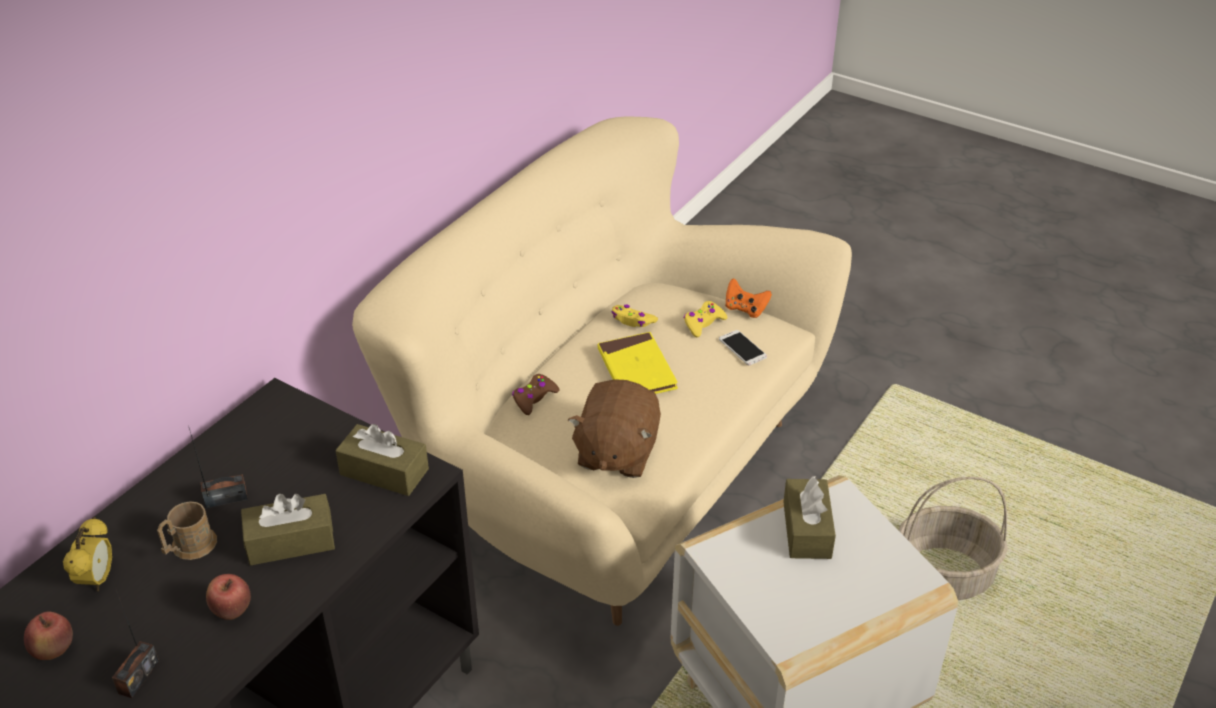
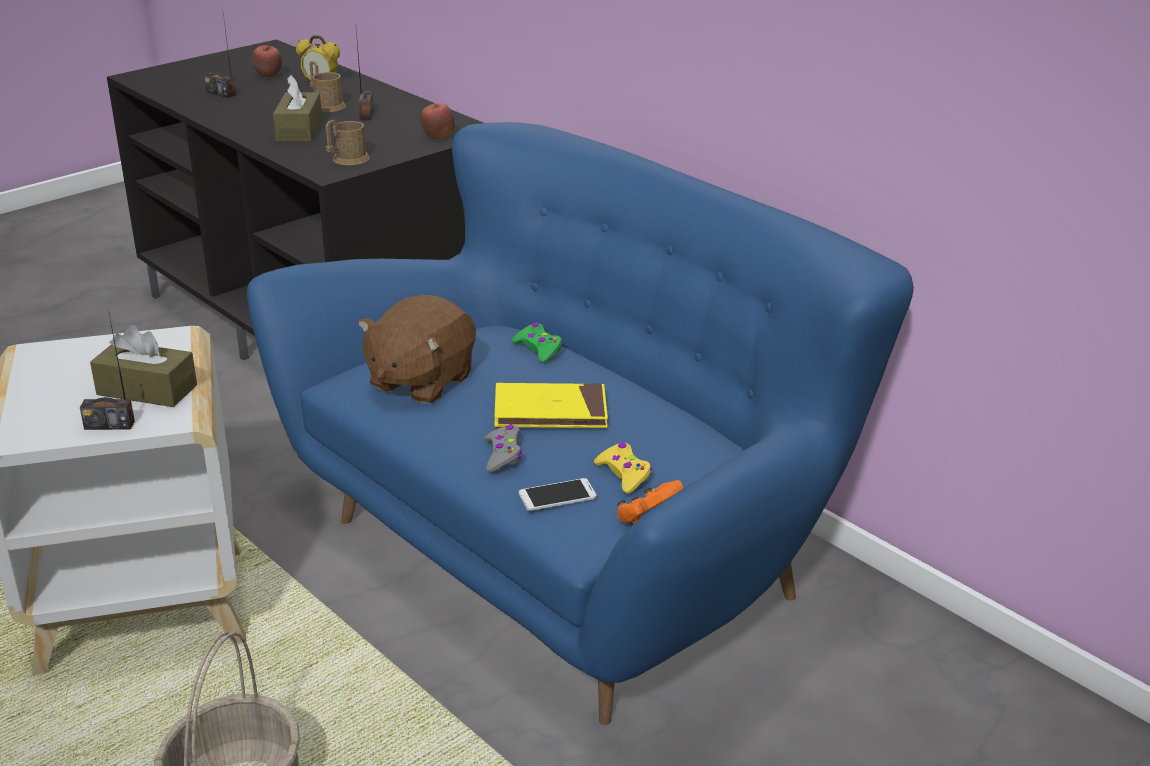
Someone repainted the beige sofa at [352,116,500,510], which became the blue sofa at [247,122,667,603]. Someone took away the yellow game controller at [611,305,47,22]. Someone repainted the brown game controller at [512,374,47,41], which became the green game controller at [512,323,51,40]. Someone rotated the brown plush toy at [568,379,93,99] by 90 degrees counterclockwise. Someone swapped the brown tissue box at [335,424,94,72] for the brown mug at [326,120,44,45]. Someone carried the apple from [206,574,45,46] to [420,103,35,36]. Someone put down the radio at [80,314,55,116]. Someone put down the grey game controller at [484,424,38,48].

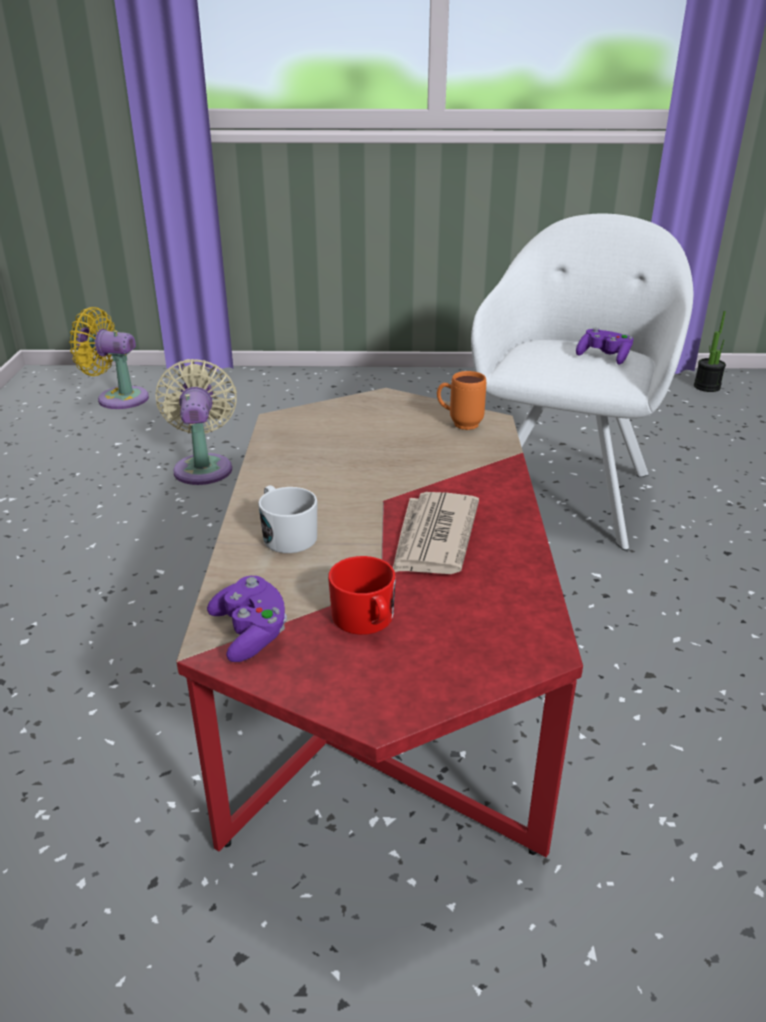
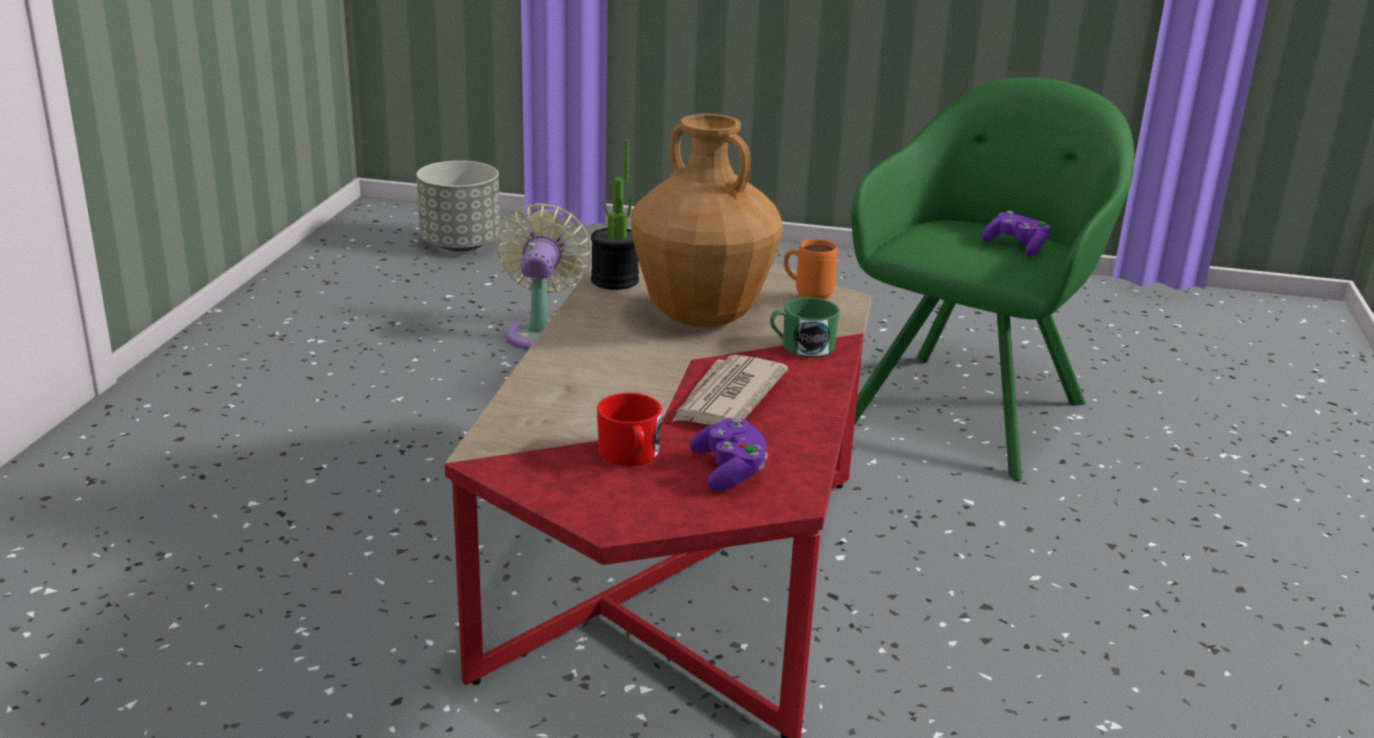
Someone repainted the white armchair at [471,214,222,336], which became the green armchair at [851,77,283,404]. Someone swapped the yellow fan at [69,307,80,102] for the grey planter at [416,161,84,91]. Someone carried the potted plant from [694,311,32,81] to [591,140,48,150]. Someone took away the white mug at [258,485,59,68]. Someone carried the purple game controller from [207,576,80,86] to [690,417,78,74]. Someone put down the brown vase at [631,114,152,213]. Someone put down the green mug at [770,298,70,60].

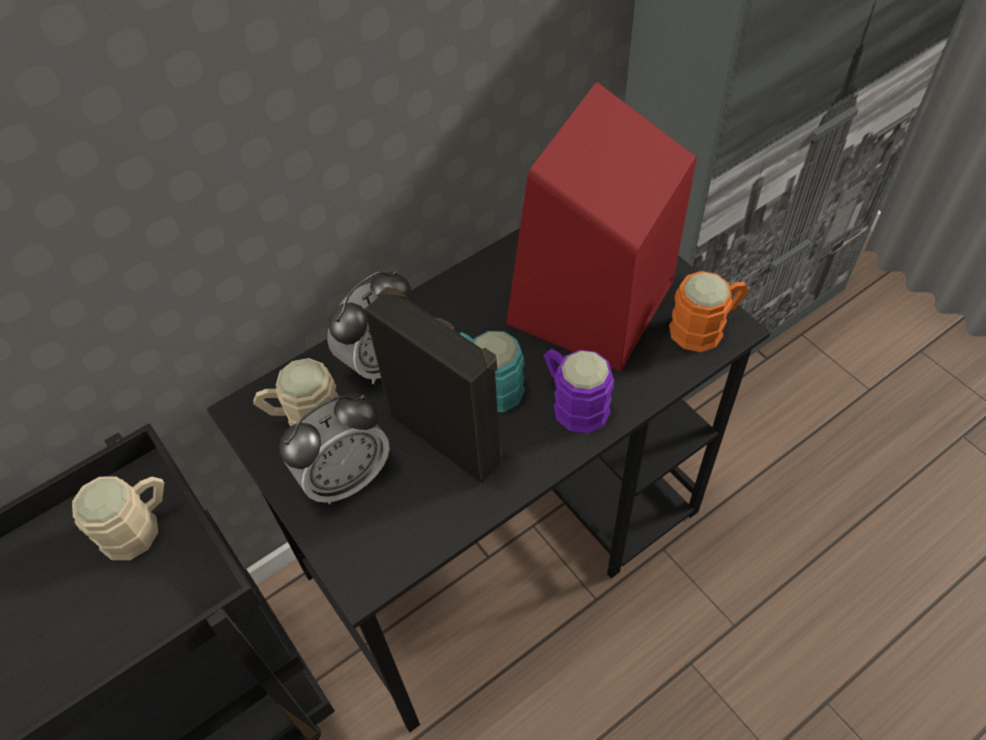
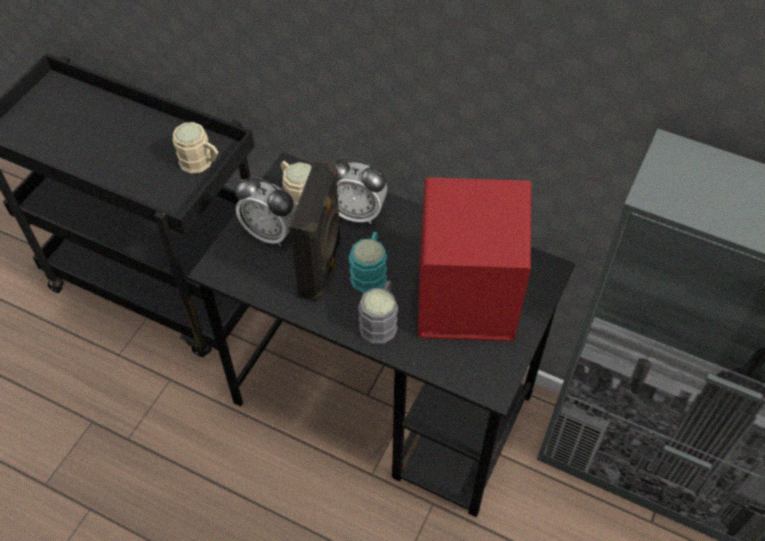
Someone took away the orange mug at [669,271,80,81]. Someone repainted the purple mug at [544,348,70,85], which became the grey mug at [358,281,40,63].

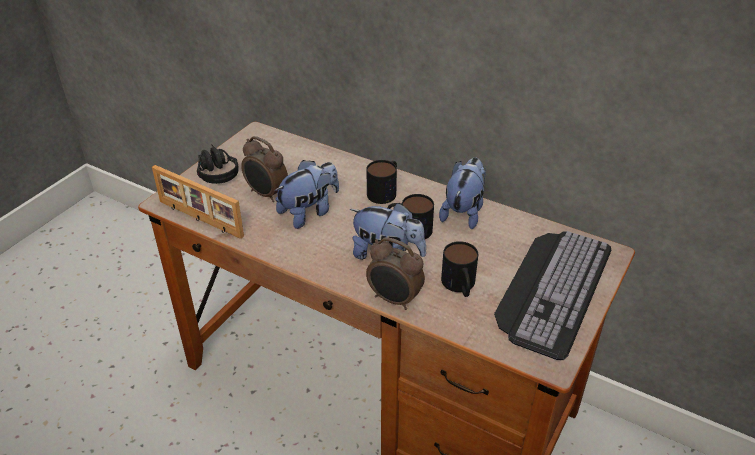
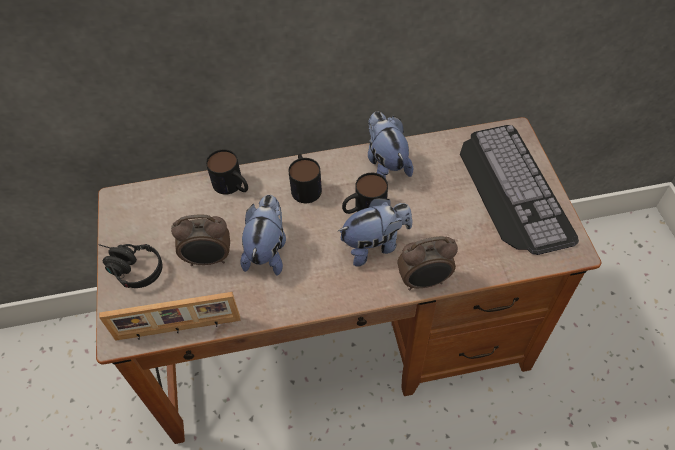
Someone carried the mug from [441,241,37,56] to [206,149,42,45].

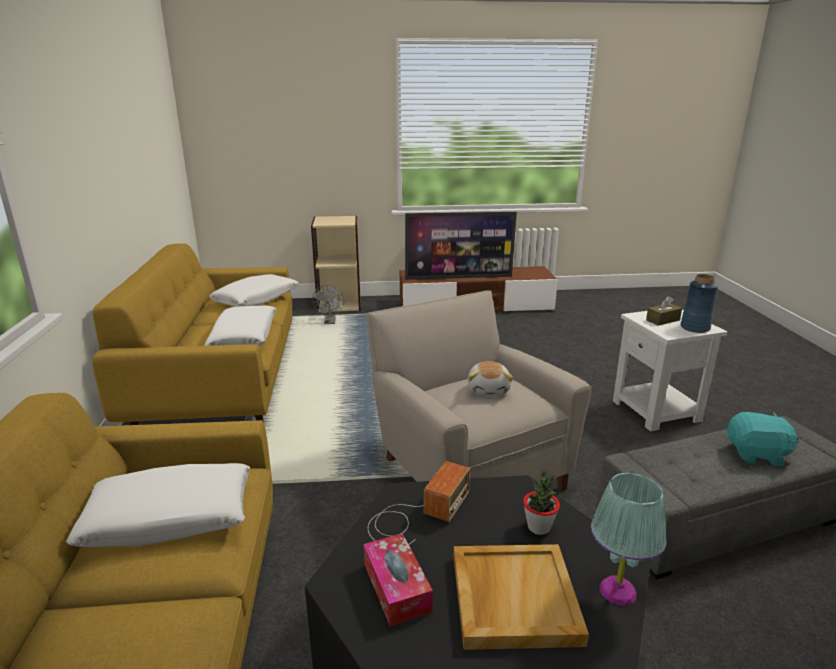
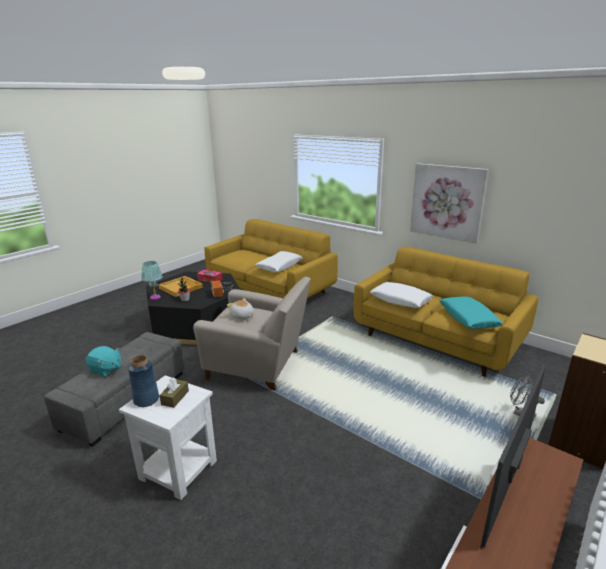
Someone repainted the white pillow at [209,274,90,33], which became the turquoise pillow at [440,297,63,32]. Someone rotated the turquoise plush toy at [727,412,72,54] by 120 degrees counterclockwise. Someone put up the picture at [410,163,79,81].

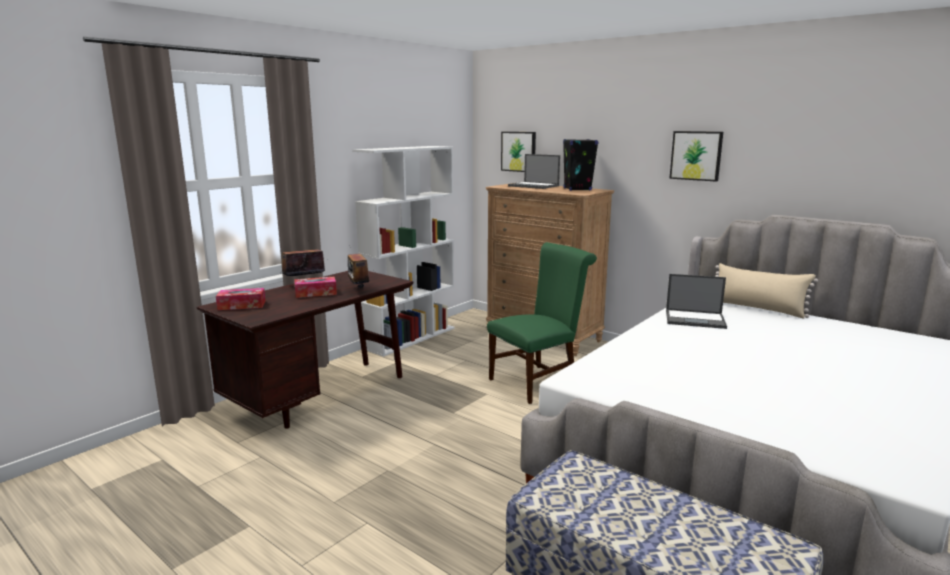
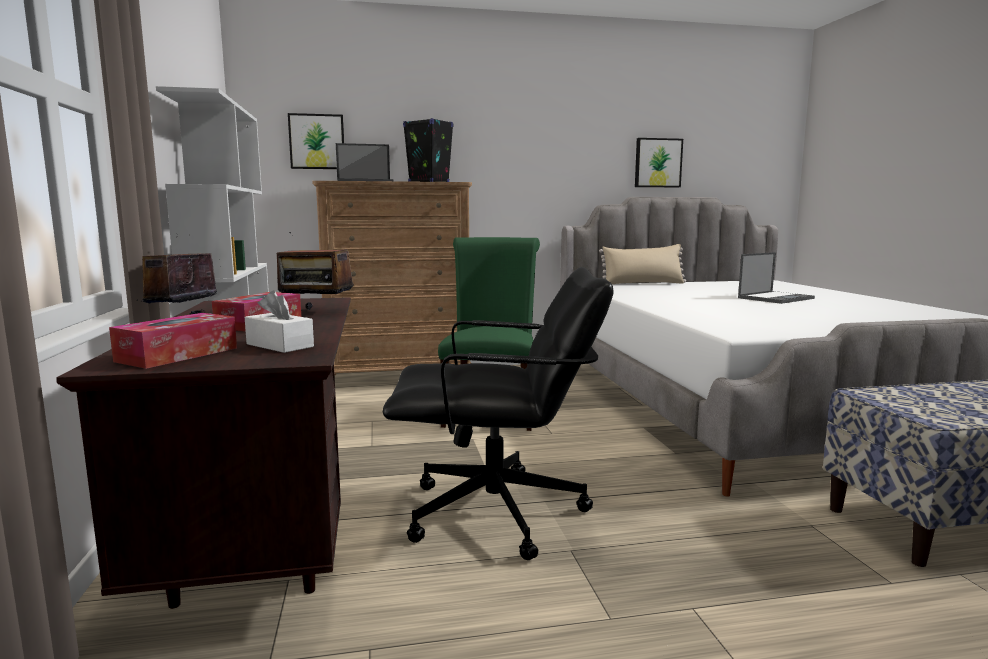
Someone carried the picture from [669,131,54,51] to [635,138,48,49]. Someone carried the laptop from [666,274,61,55] to [738,252,77,52]. Someone put down the black office chair at [383,267,231,293]. Someone put down the white tissue box at [245,290,69,63].

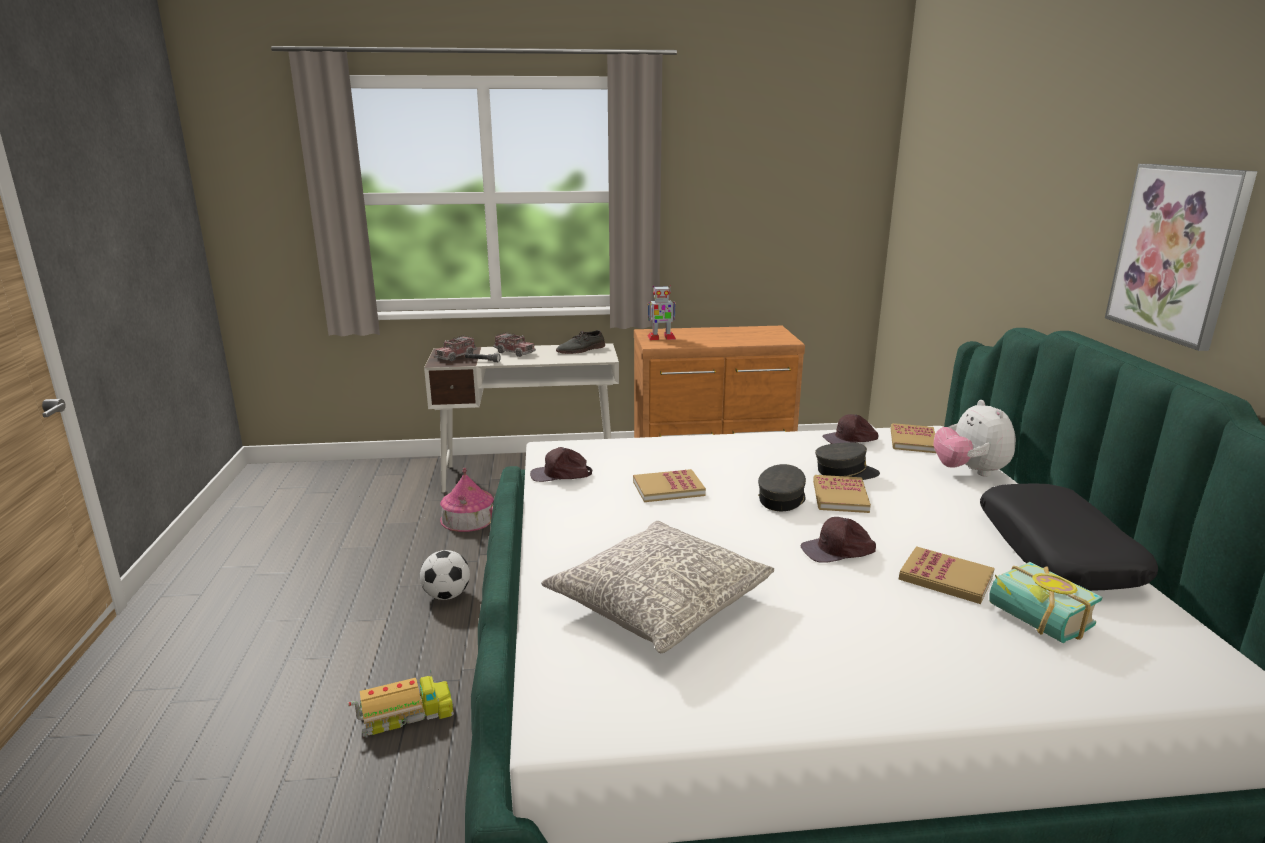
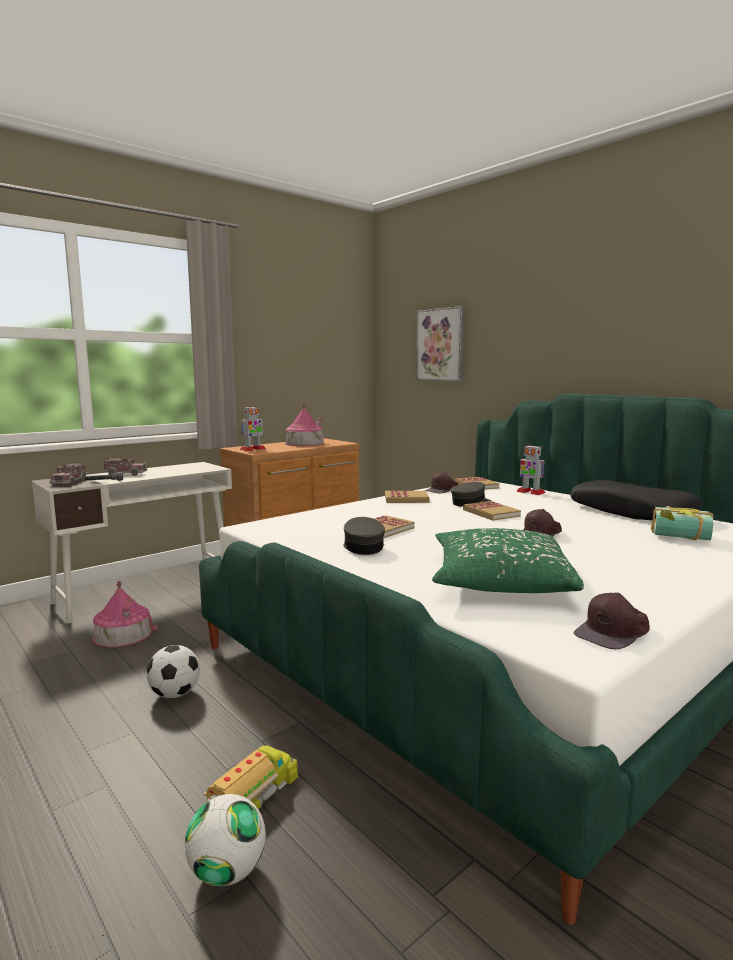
Someone carried the picture from [1105,164,152,187] to [416,306,49,75]. Someone took away the grey shoe at [556,330,49,24]. Someone swapped the plush toy at [934,400,82,77] for the toy robot at [516,444,29,51]. Someone carried the brown cap from [530,447,62,35] to [574,593,76,56]. Someone carried the grey cap from [758,464,48,47] to [343,517,42,38]. Someone repainted the grey pillow at [541,521,233,132], which became the green pillow at [432,528,152,65]. Someone carried the book from [899,546,96,58] to [385,490,44,13]. Someone put down the toy house at [285,403,40,43]. Someone put down the football at [185,794,81,92].

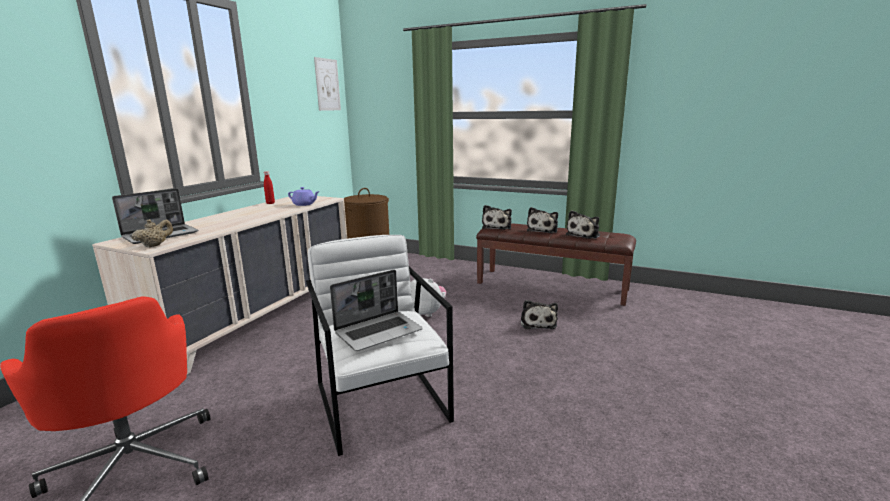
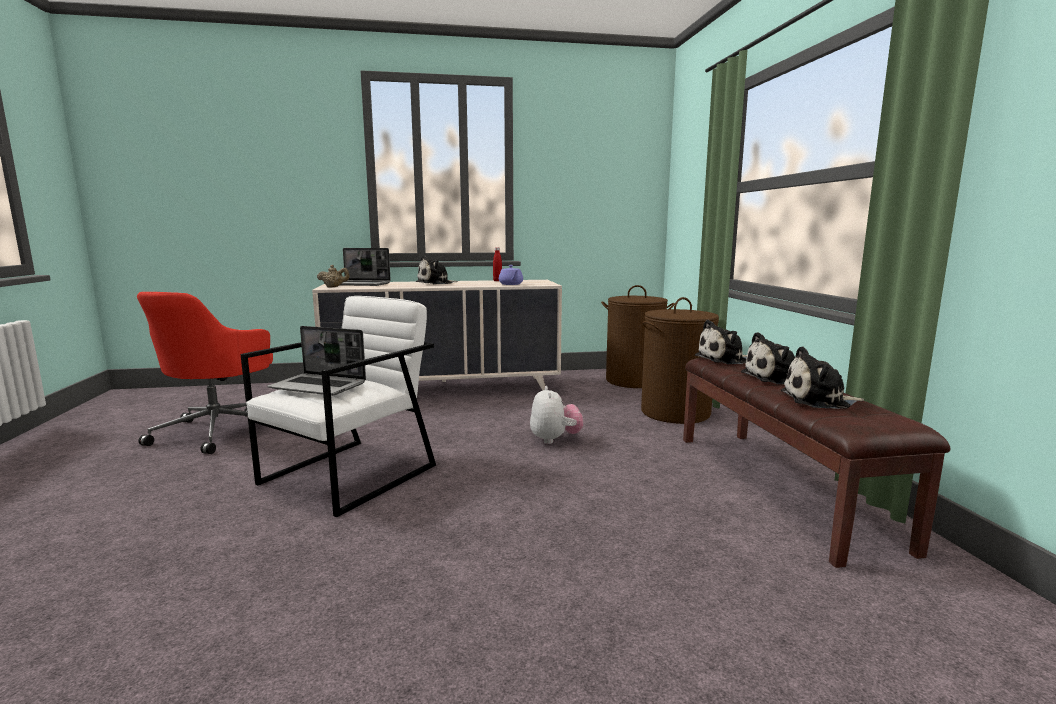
Someone took away the picture at [314,57,27,54]. Someone carried the plush toy from [521,300,37,29] to [416,255,42,29]. Someone put down the brown laundry basket at [641,297,78,127].

